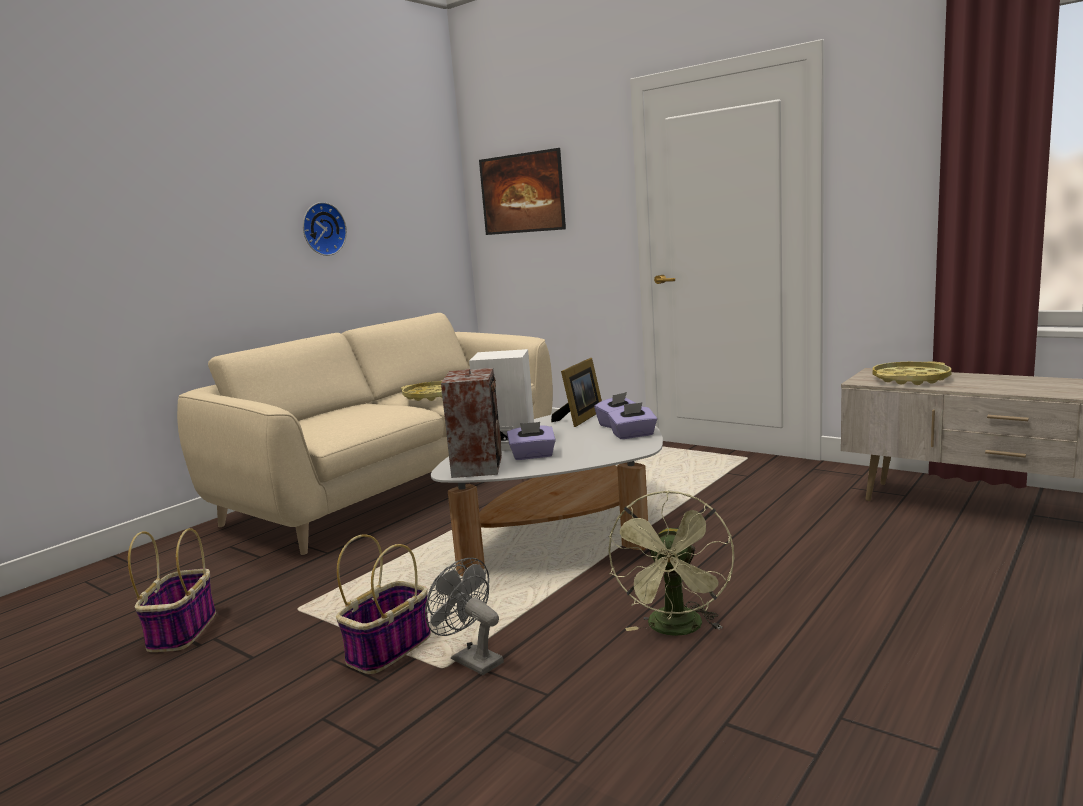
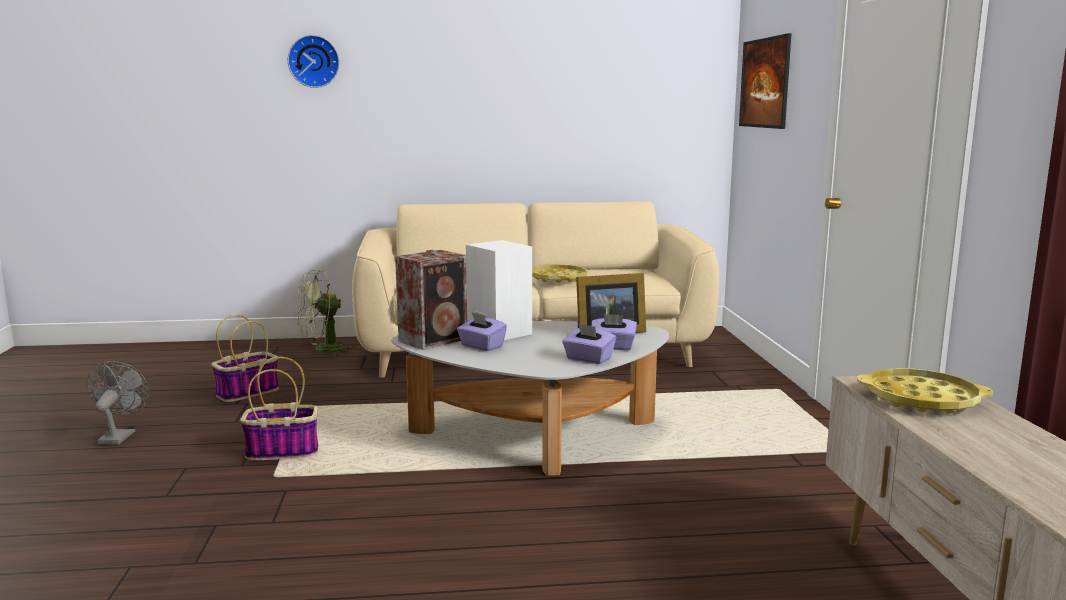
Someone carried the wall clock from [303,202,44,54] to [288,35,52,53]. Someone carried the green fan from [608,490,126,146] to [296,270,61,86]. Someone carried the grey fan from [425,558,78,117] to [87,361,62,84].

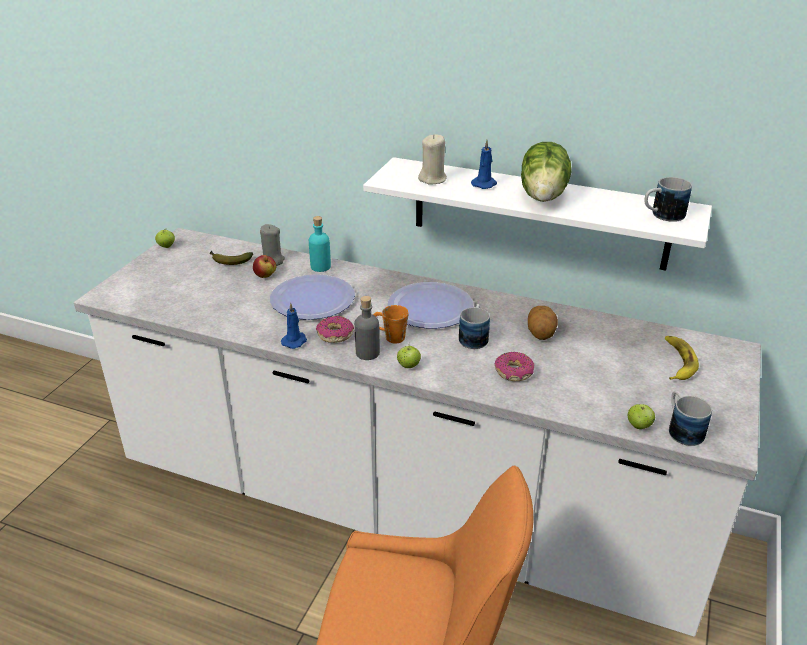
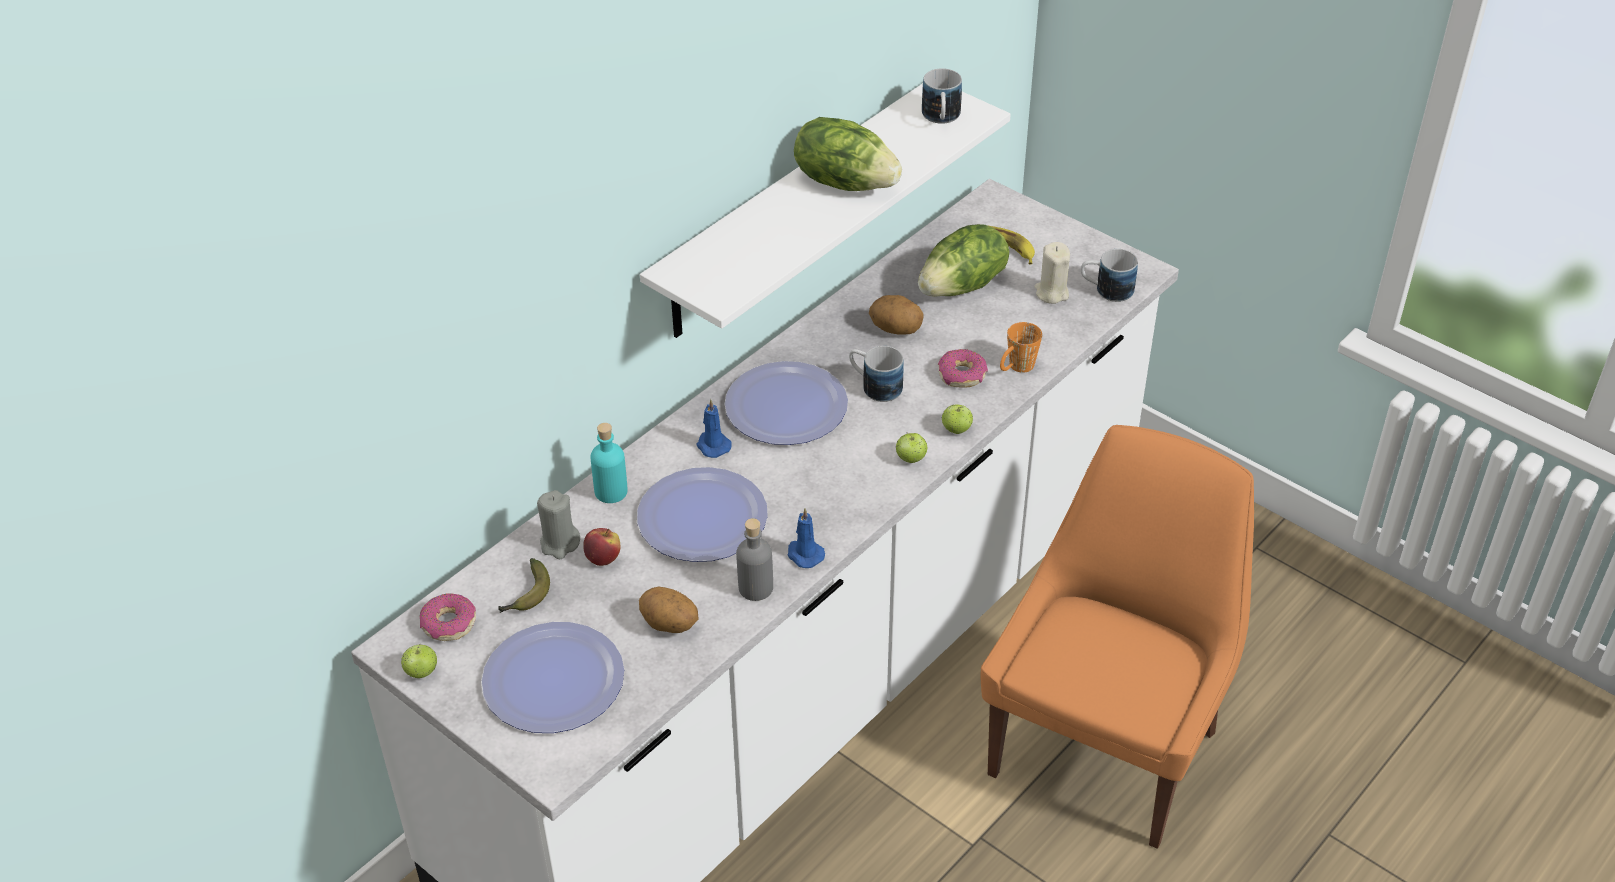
Someone carried the beige candle from [418,134,29,50] to [1034,242,36,62]. Someone carried the blue candle from [471,140,26,49] to [696,399,36,59]. Someone carried the grey bottle from [354,296,26,64] to [736,518,37,83]. Someone carried the orange mug from [373,305,36,39] to [1000,322,42,51]. Someone carried the donut from [316,316,38,27] to [420,593,56,48]. Someone carried the apple from [627,404,28,25] to [942,404,31,30]. Someone put down the lettuce at [918,224,91,73]. Someone put down the potato at [639,586,60,47]. Someone put down the plate at [481,622,143,111].

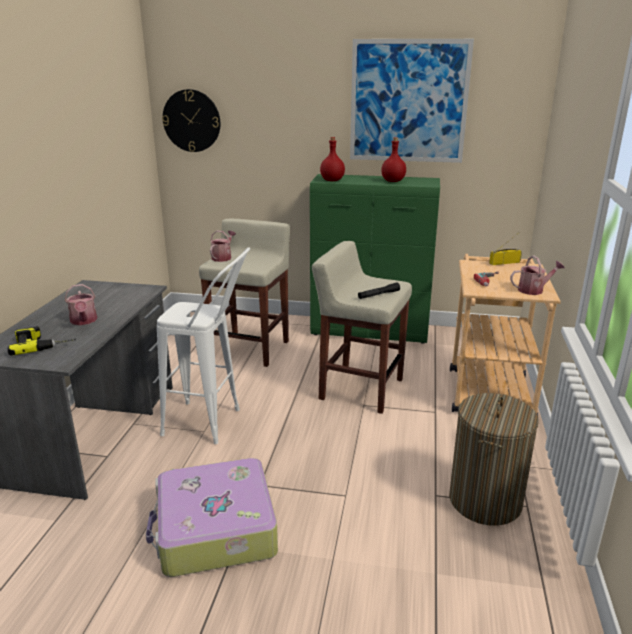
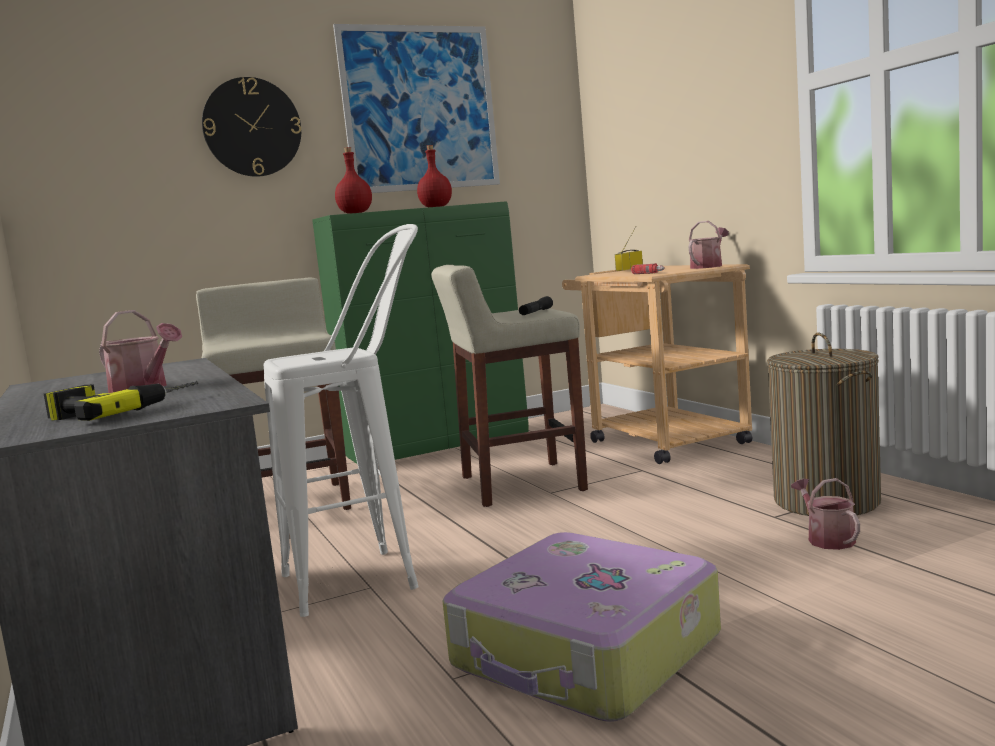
Someone carried the wall clock from [162,89,58,63] to [202,77,99,100]. Someone carried the watering can from [210,230,26,32] to [791,478,69,72].

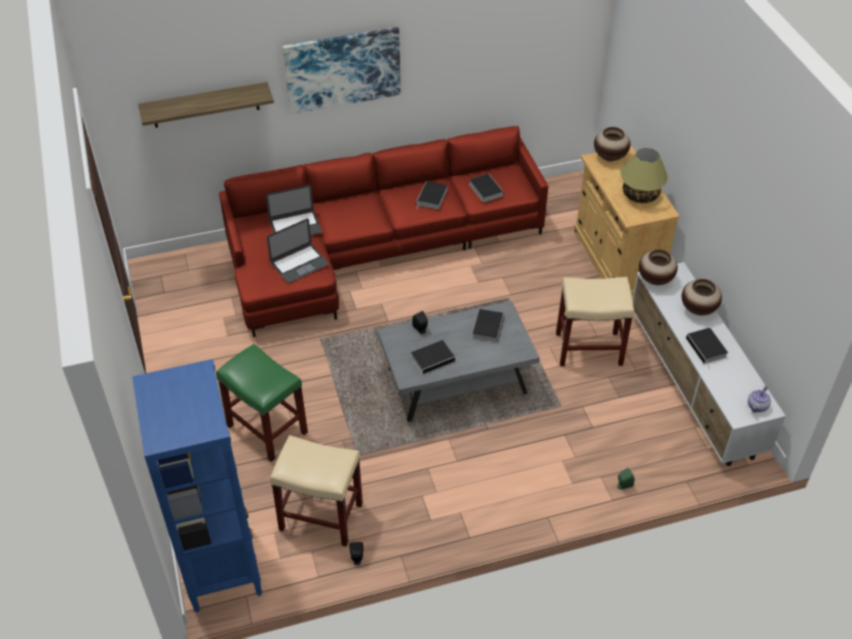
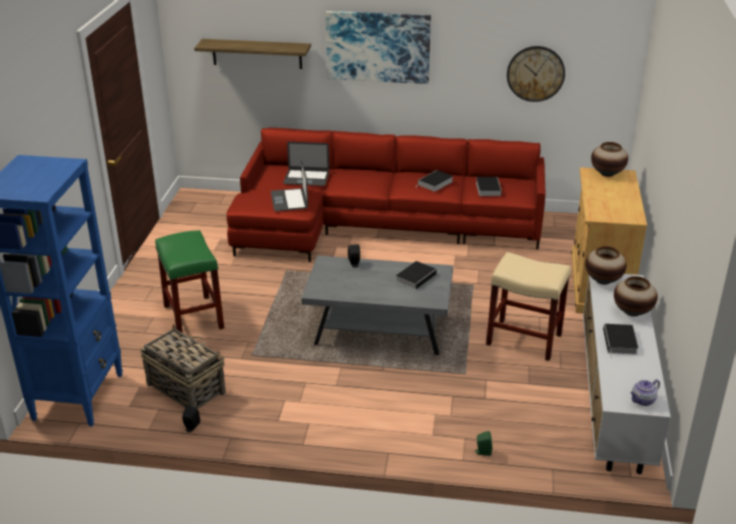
Someone took away the table lamp at [620,148,48,55]. Someone rotated the laptop at [267,219,62,64] by 90 degrees clockwise. Someone took away the book at [411,340,47,34]. Someone swapped the beige stool at [270,435,93,112] for the basket at [140,324,86,85]. Someone put up the wall clock at [507,46,58,56].

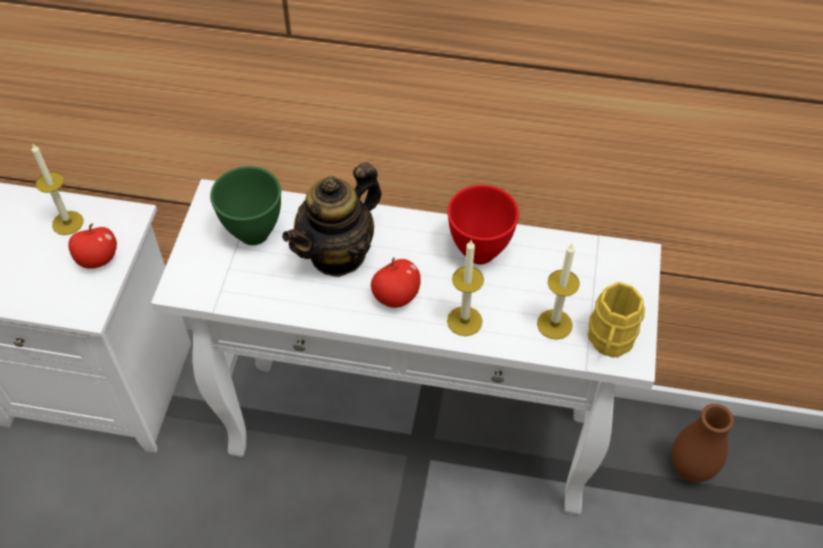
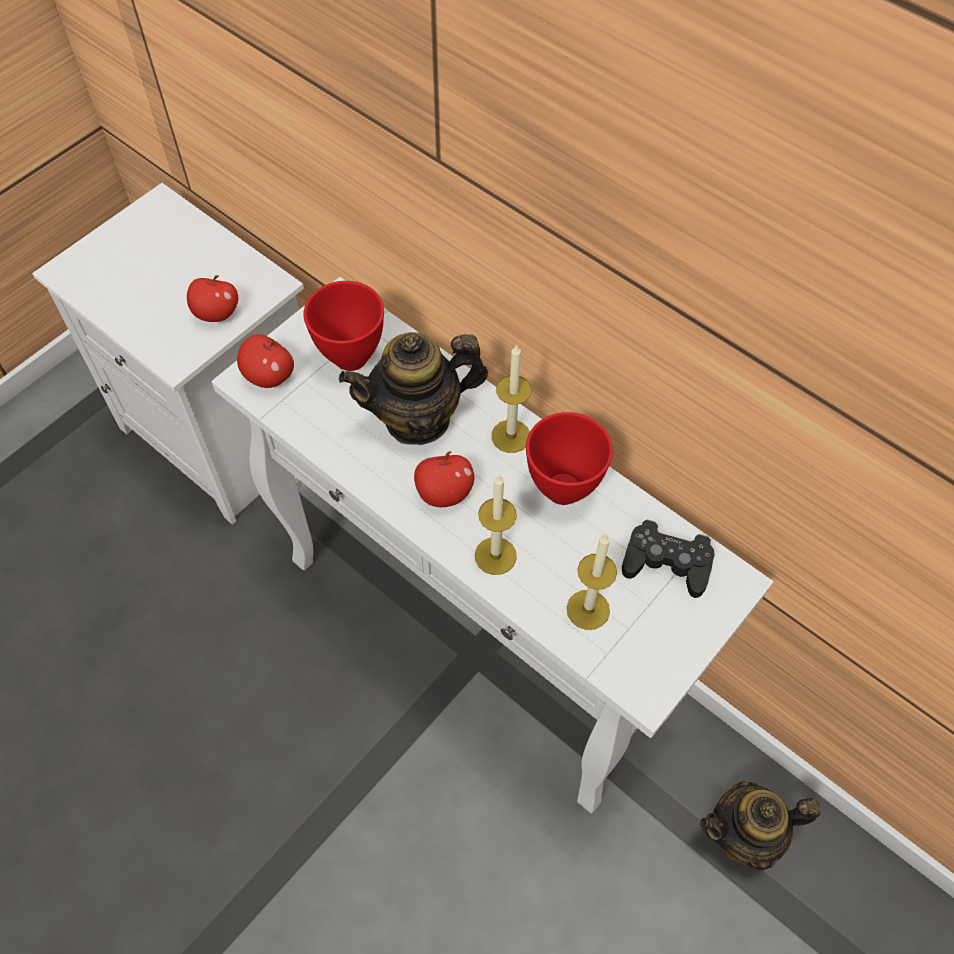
Someone carried the candle from [32,143,51,92] to [492,344,40,109]. Someone repainted the green bowl at [210,166,71,79], which became the red bowl at [303,281,81,90]. Someone took away the yellow mug at [588,282,57,76]. Someone swapped the brown vase at [672,404,62,78] for the teapot at [699,781,121,90]. Someone put down the apple at [237,334,57,54]. Someone put down the black game controller at [622,520,93,78].

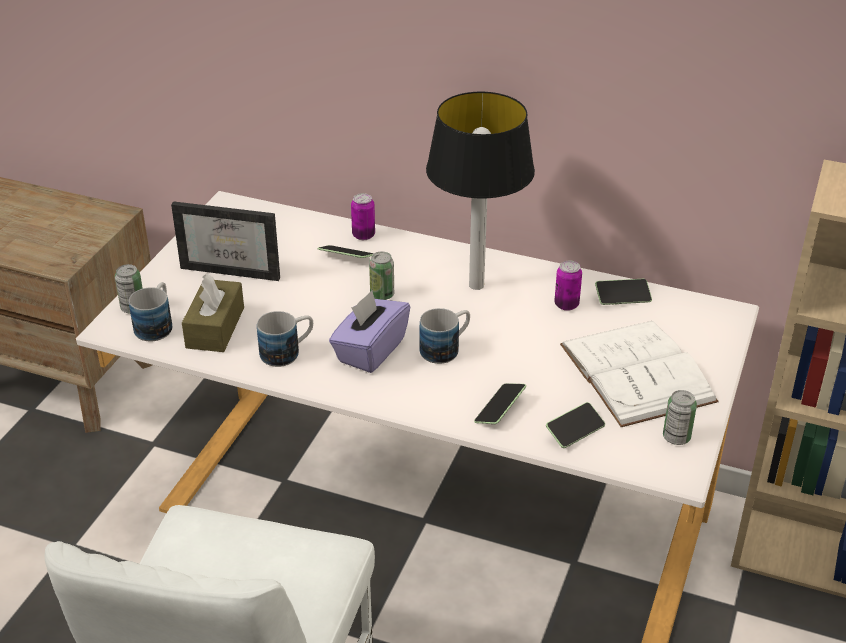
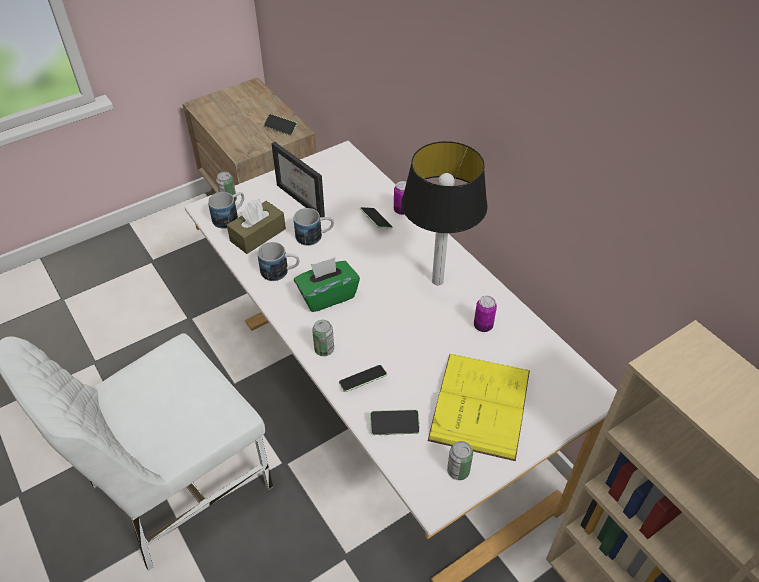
Someone carried the can from [369,252,25,48] to [312,320,22,36]. Someone carried the phone from [595,279,57,26] to [264,114,33,21]. Someone repainted the purple tissue box at [329,290,81,83], which became the green tissue box at [294,257,66,55]. Someone carried the mug from [419,308,51,56] to [294,208,40,38]. Someone repainted the white book at [560,321,159,106], which became the yellow book at [427,354,103,107].

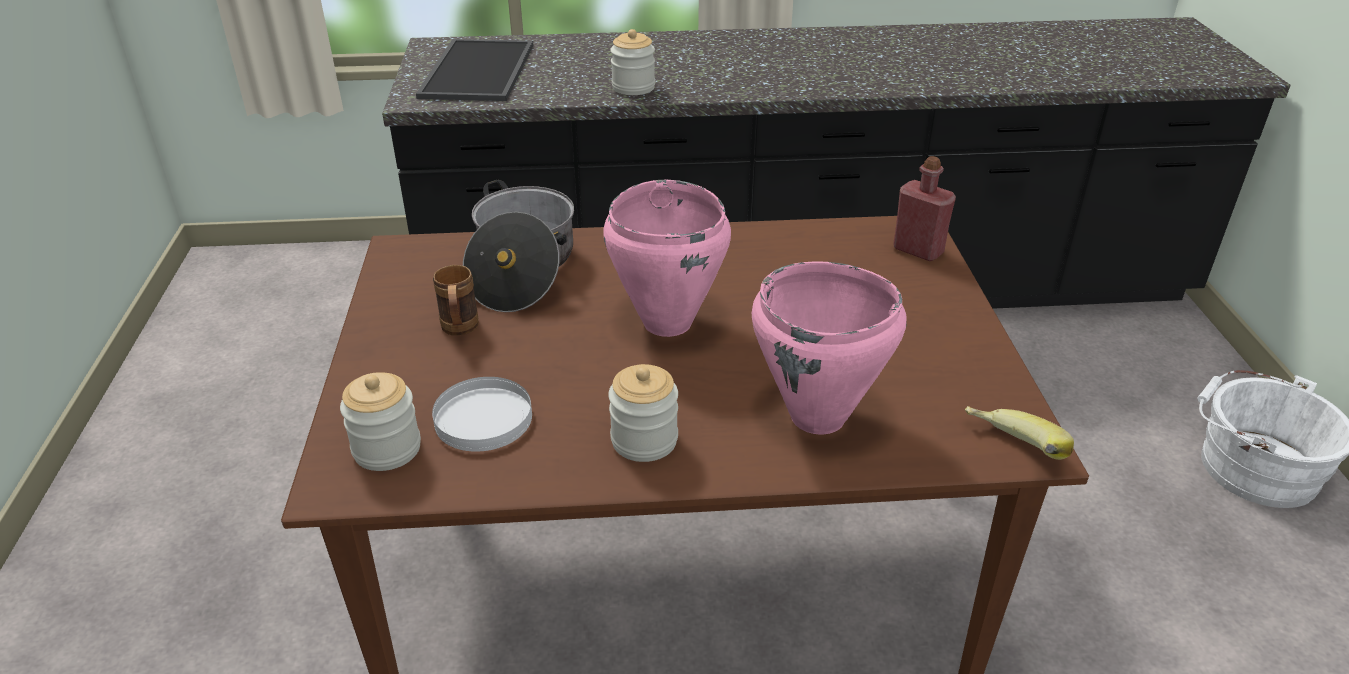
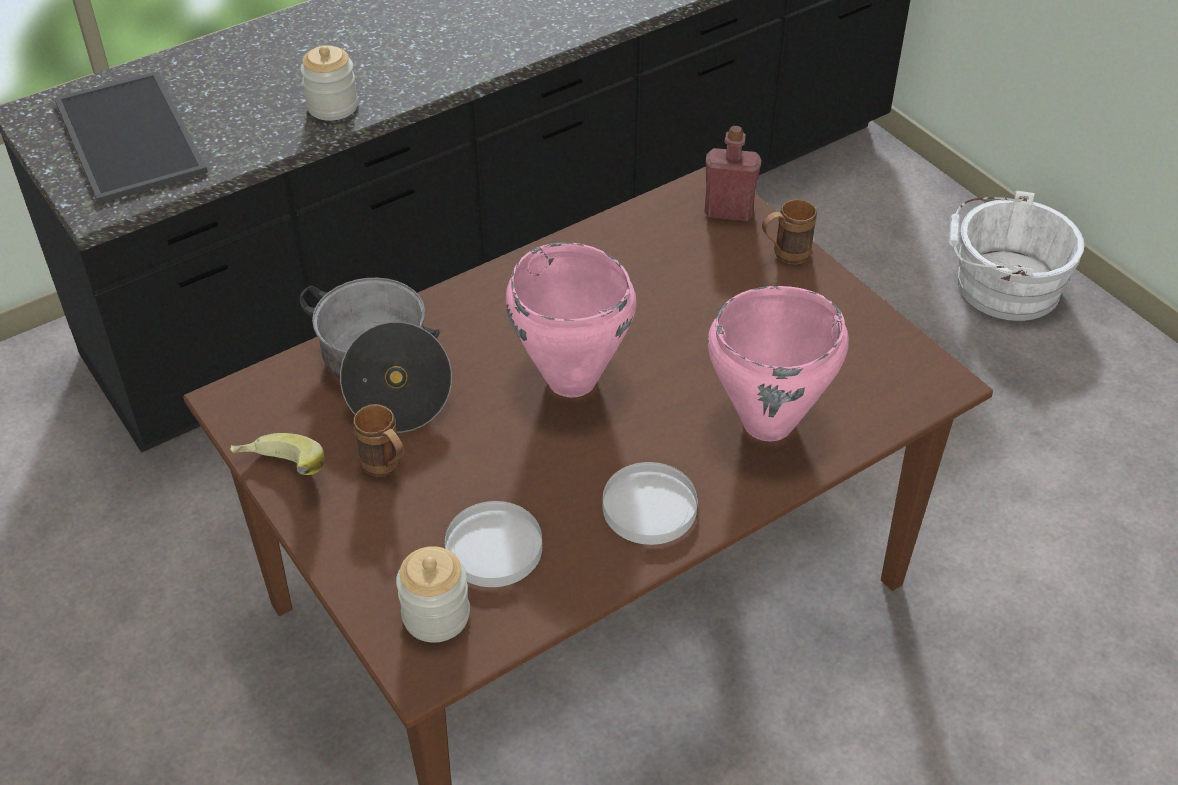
Someone swapped the jar at [608,364,70,98] for the white plate at [603,462,95,83]. Someone carried the banana from [965,406,109,54] to [230,433,95,42]. Someone put down the brown mug at [762,199,55,66].

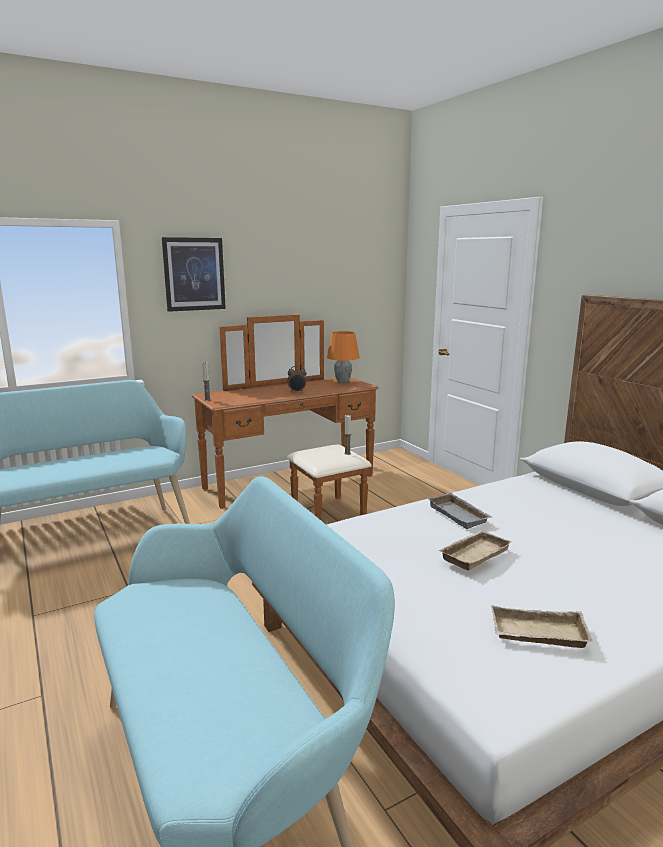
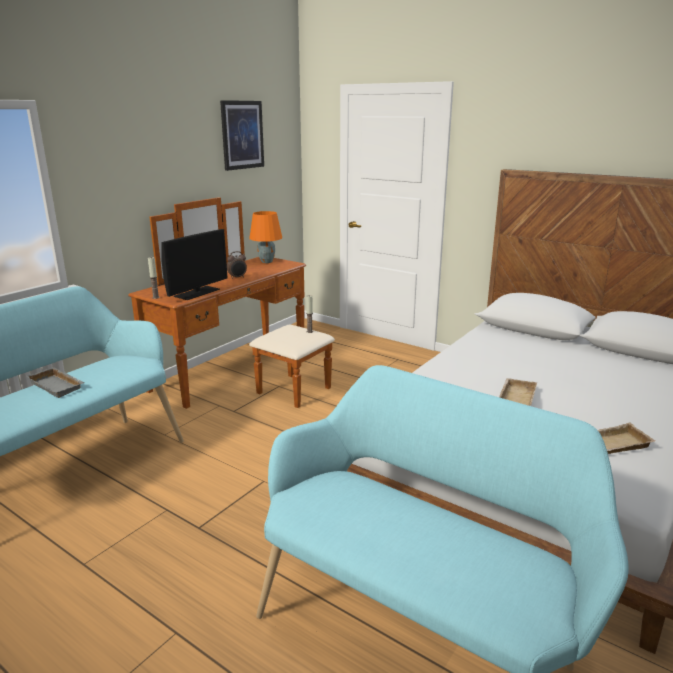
Someone carried the picture from [162,237,64,75] to [220,100,44,71]. Someone carried the grey tray from [428,493,64,36] to [27,367,58,31]. Someone put down the monitor at [161,229,67,71].

